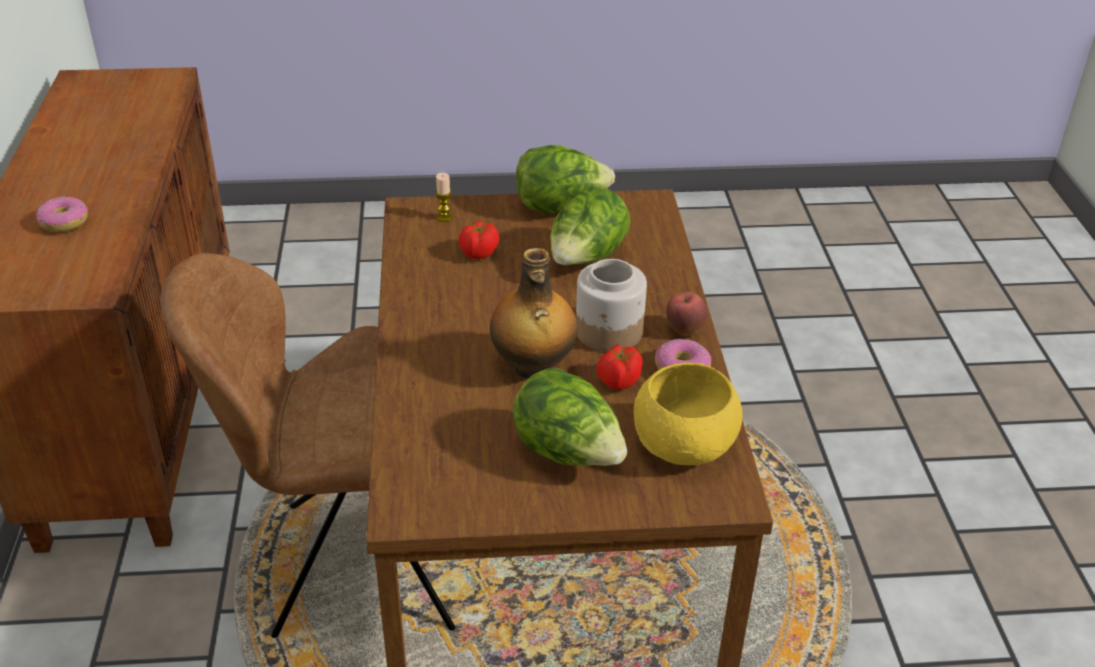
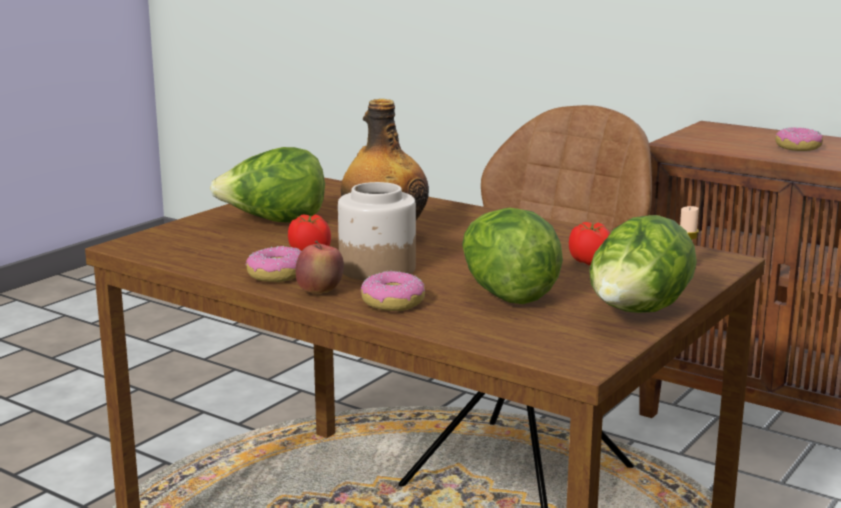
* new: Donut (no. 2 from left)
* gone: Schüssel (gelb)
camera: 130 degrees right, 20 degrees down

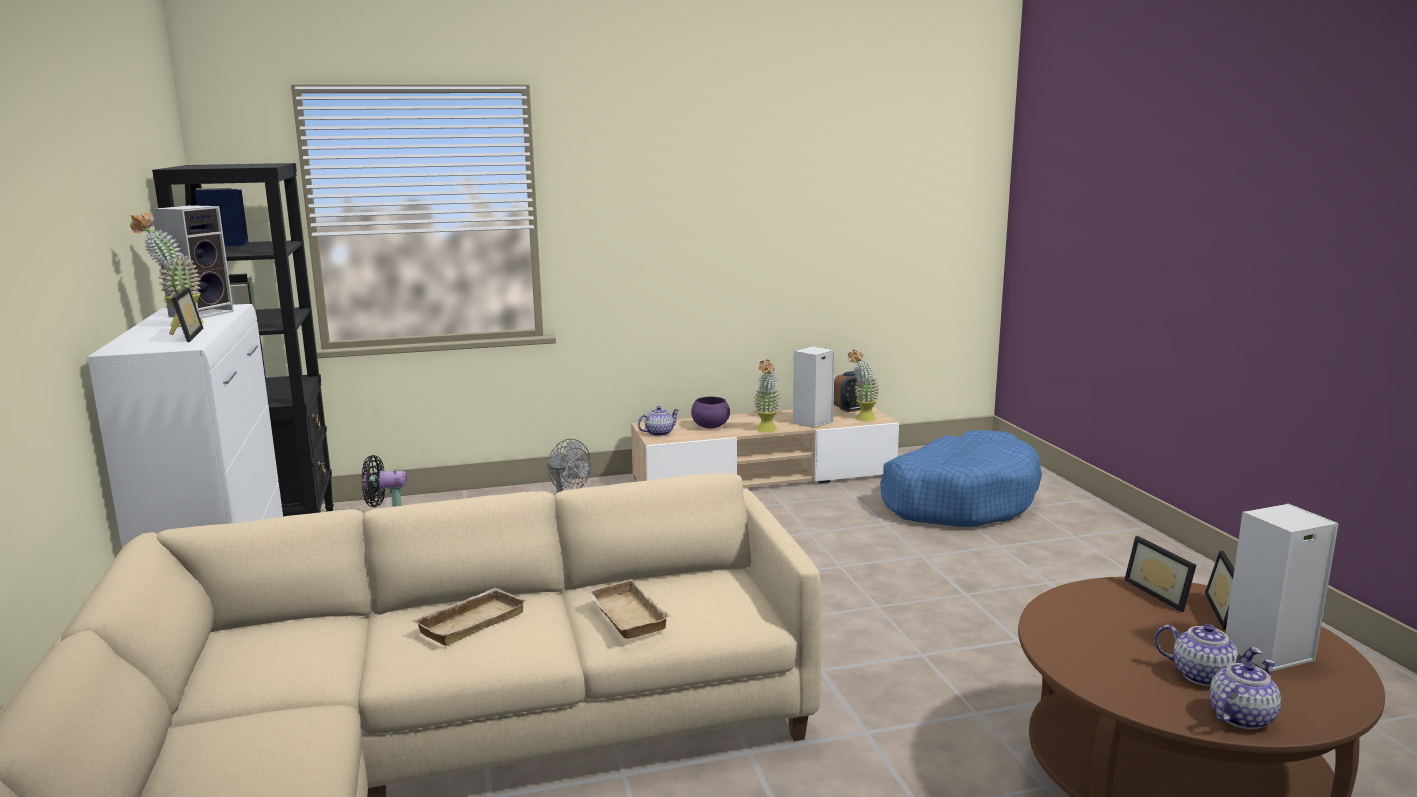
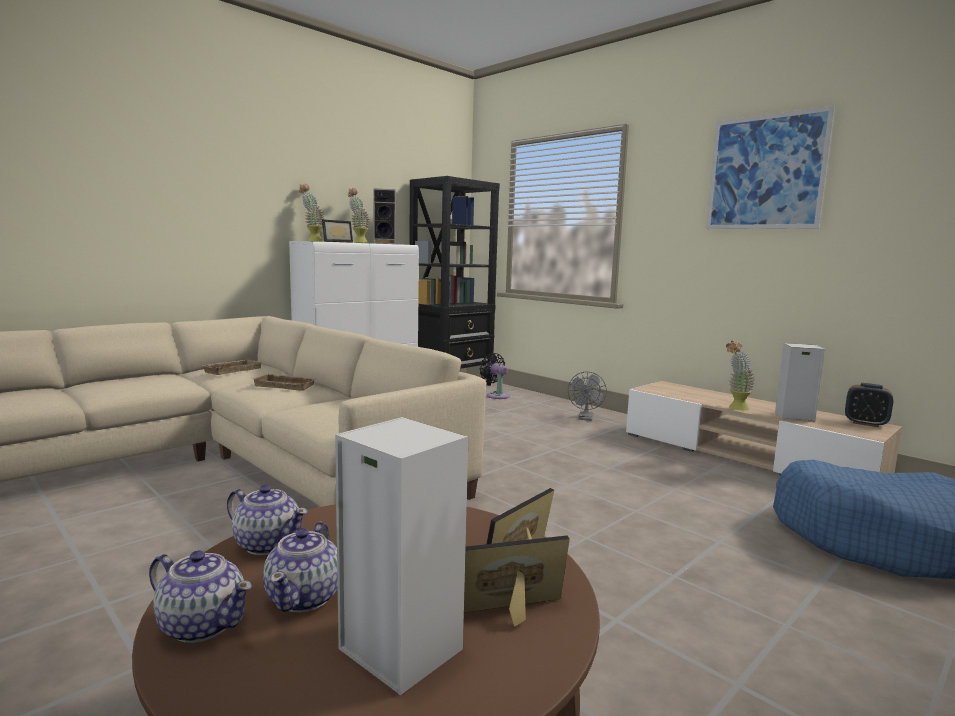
* shifted: Tablett (beige) (no. 2 from left in the first image) to Tablett (beige) (no. 1 from left)
* shifted: Teekanne (no. 1 from left in the first image) to Teekanne (no. 2 from left)
* shifted: Topfpflanze (no. 3 from left in the first image) to Topfpflanze (no. 1 from left)
* new: Bild
* gone: Schüssel (lila)
camera: 60 degrees right, 5 degrees down

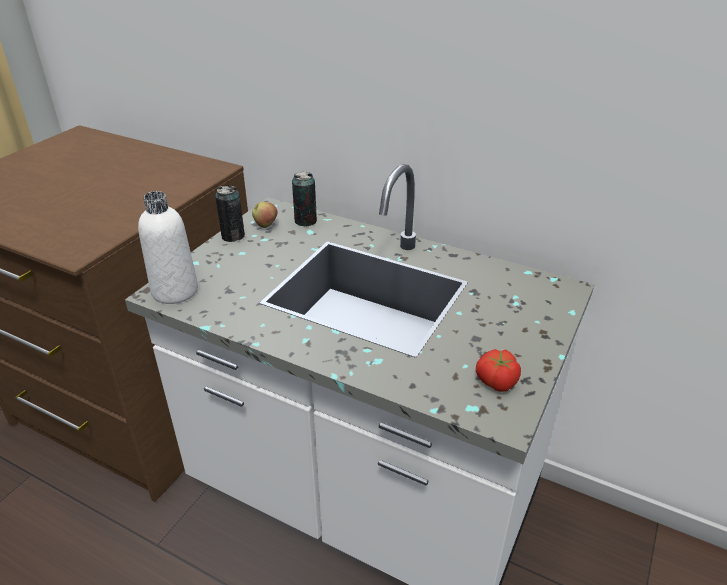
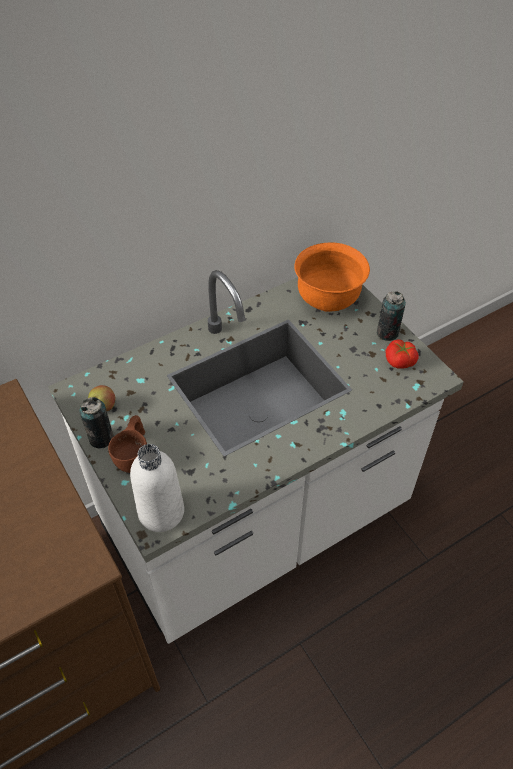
* new: Tasse (braun)
* new: Schüssel (orange)
* shifted: Dose (no. 2 from left)
camera: 60 degrees left, 15 degrees up

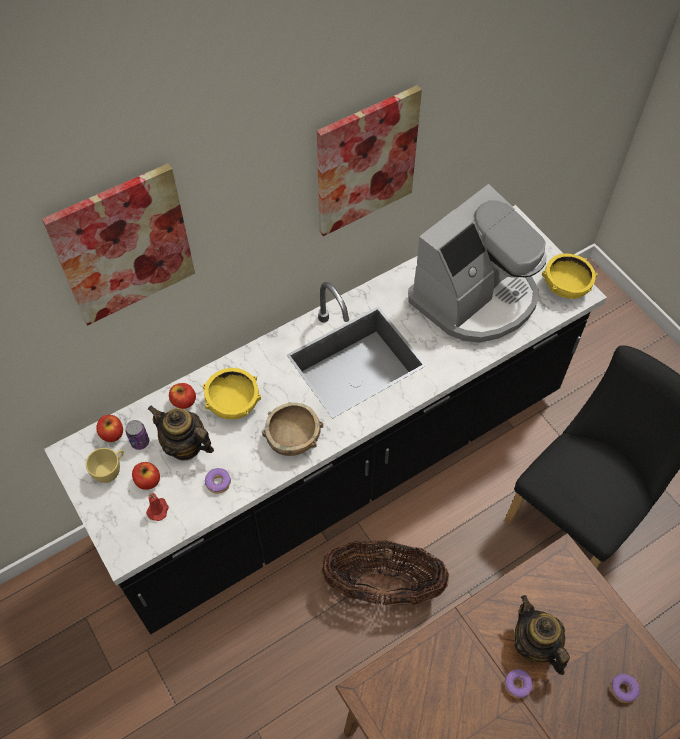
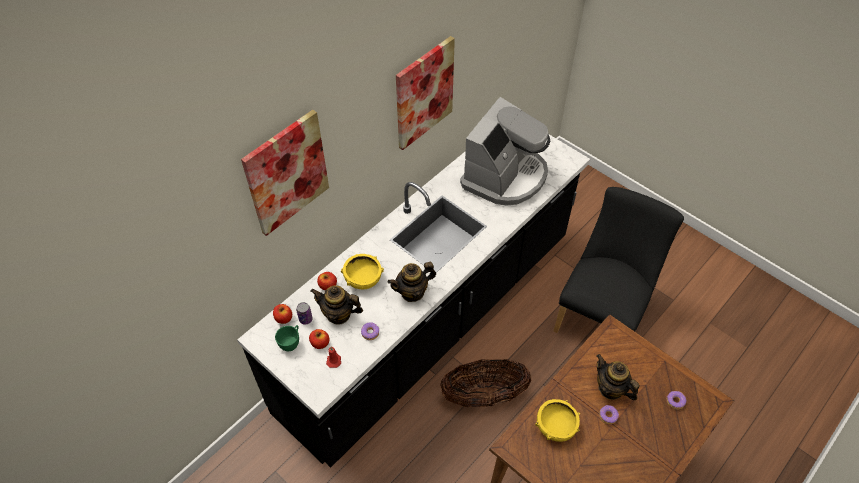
* repainted: Tasse (gelb) to Tasse (grün)
* swapped: Schüssel (braun) to Teekanne (no. 2 from left)
* shifted: Schüssel (gelb) (no. 2 from left)
camera: 15 degrees left, 5 degrees down

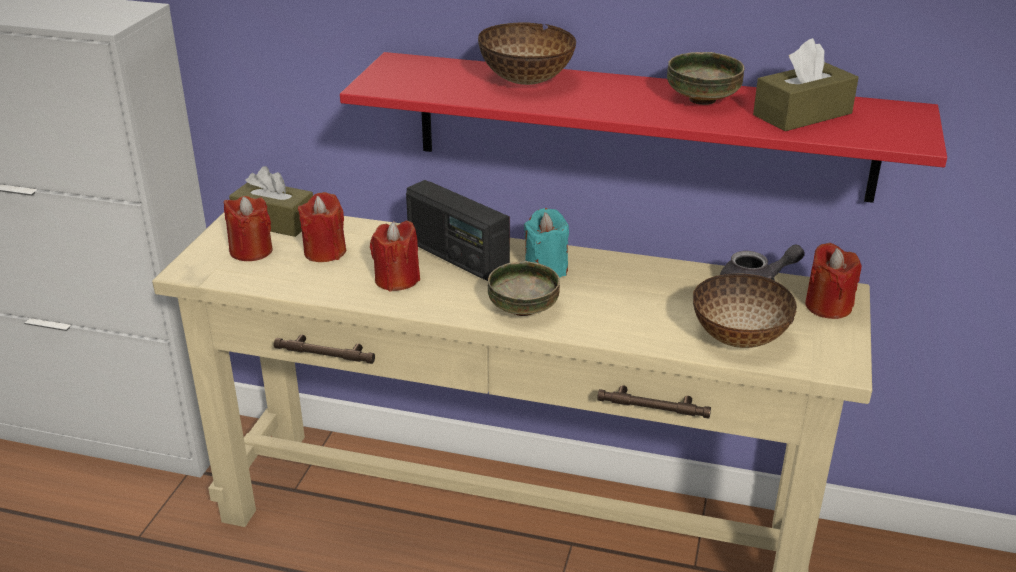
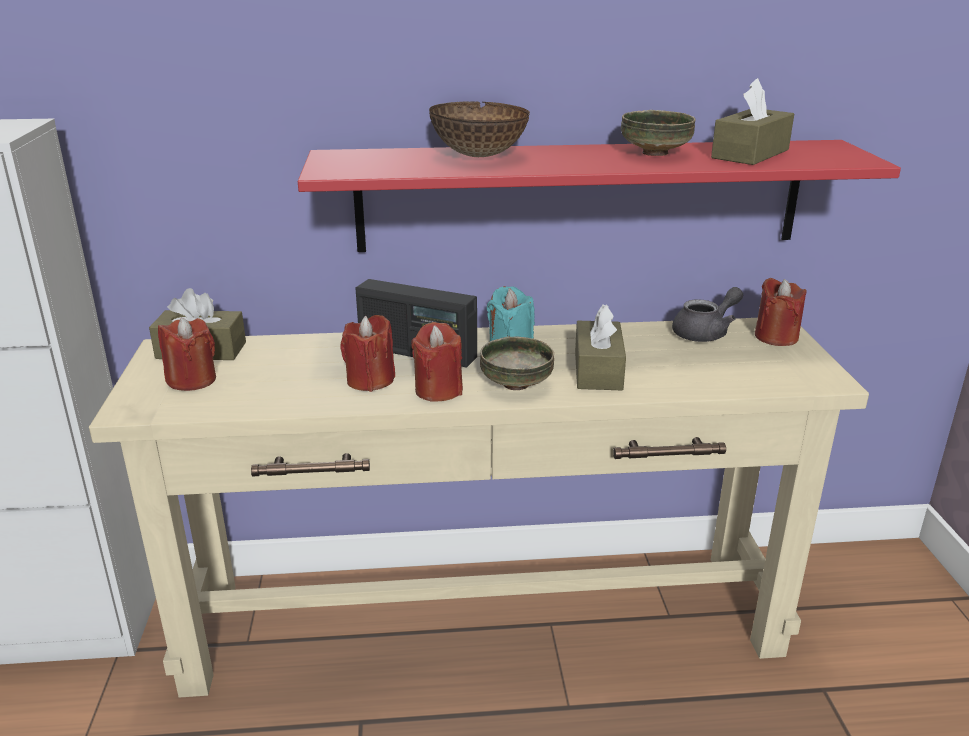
* shifted: Kerze (rot) (no. 2 from left in the first image) to Kerze (rot) (no. 3 from left)
* new: Taschentuchbox (braun) (no. 2 from left)
* gone: Schüssel (no. 4 from left)
camera: 20 degrees left, 5 degrees down

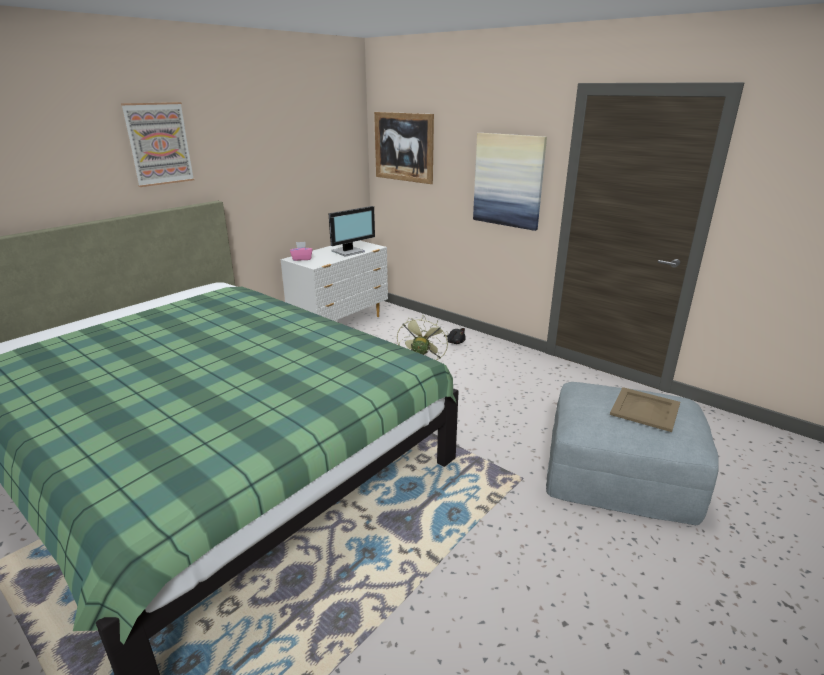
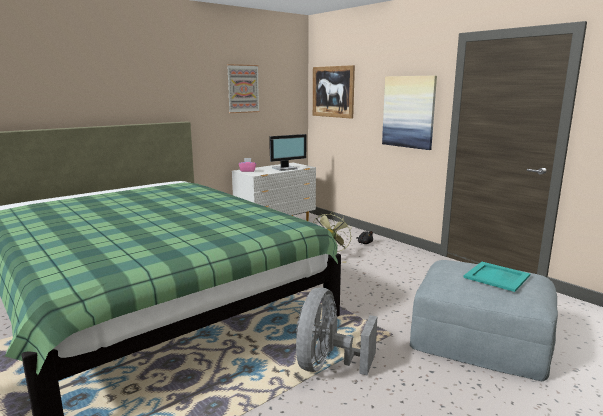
* shifted: Bild (no. 1 from left)
* new: Ventilator (grau)
* repainted: Tablett (beige) to Tablett (türkis)
camera: 10 degrees right, 10 degrees down

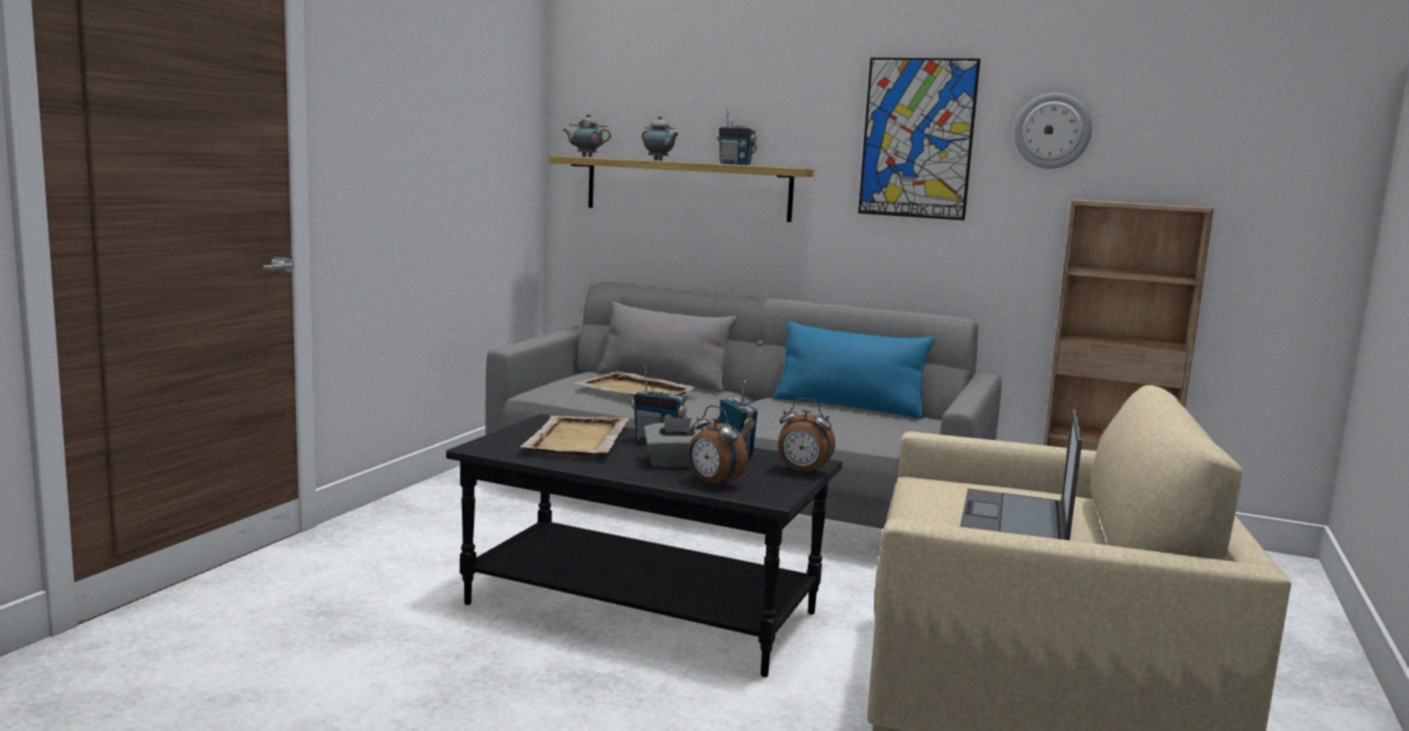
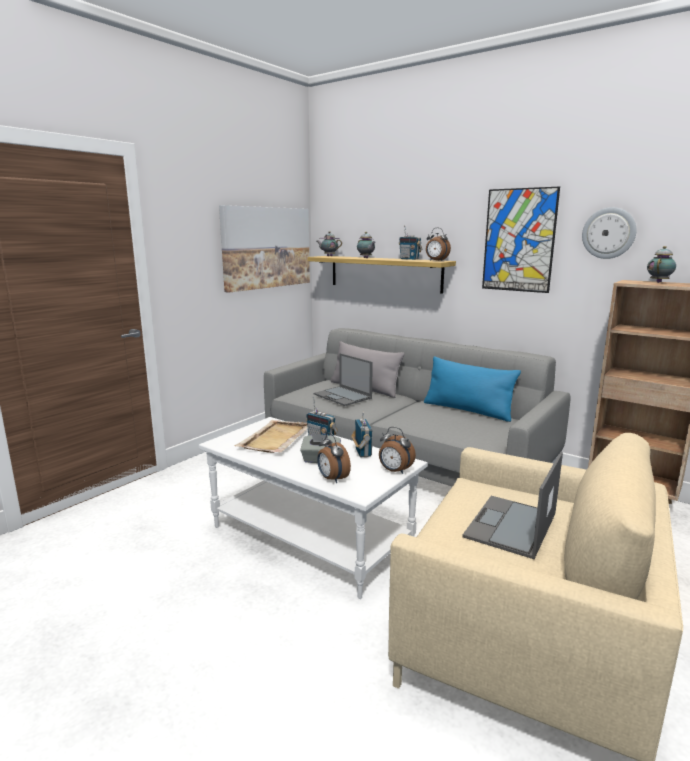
* repainted: Couchtisch (schwarz) to Couchtisch (weiß)
* new: Bild (no. 1 from left)
* swapped: Tablett (beige) (no. 2 from left) to Laptop (no. 1 from left)
* new: Wecker (no. 3 from left)
* new: Teekanne (no. 3 from left)
camera: 15 degrees right, 5 degrees up

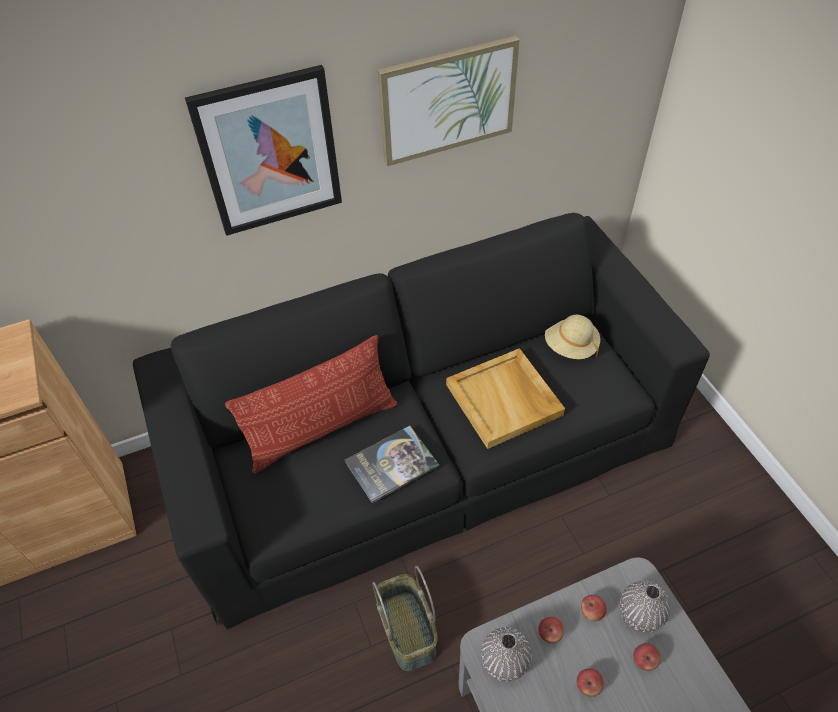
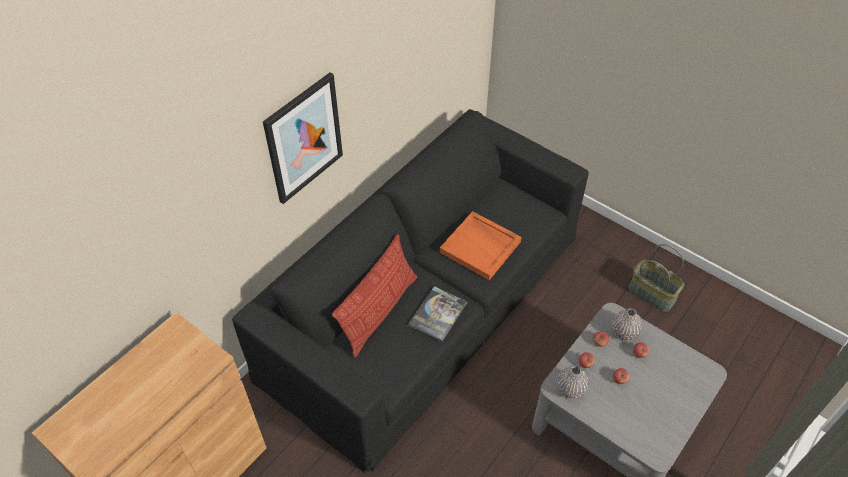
* repainted: Tablett (beige) to Tablett (orange)
* shifted: Korb
* gone: Bild (no. 2 from left)
* gone: Hut (beige)
camera: 30 degrees left, 0 degrees up

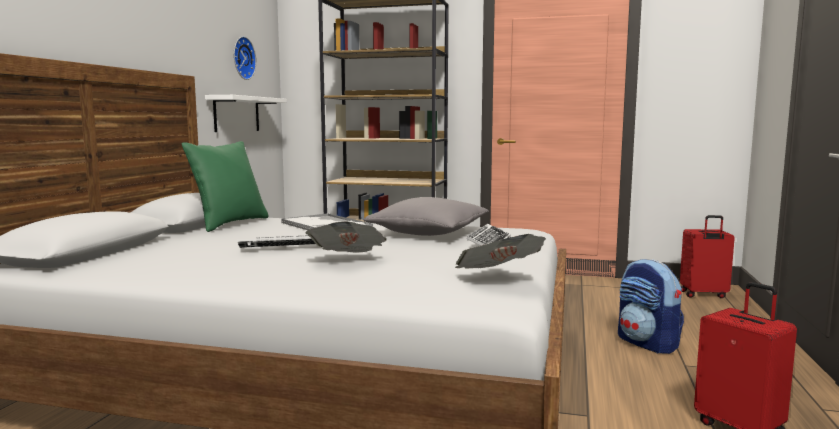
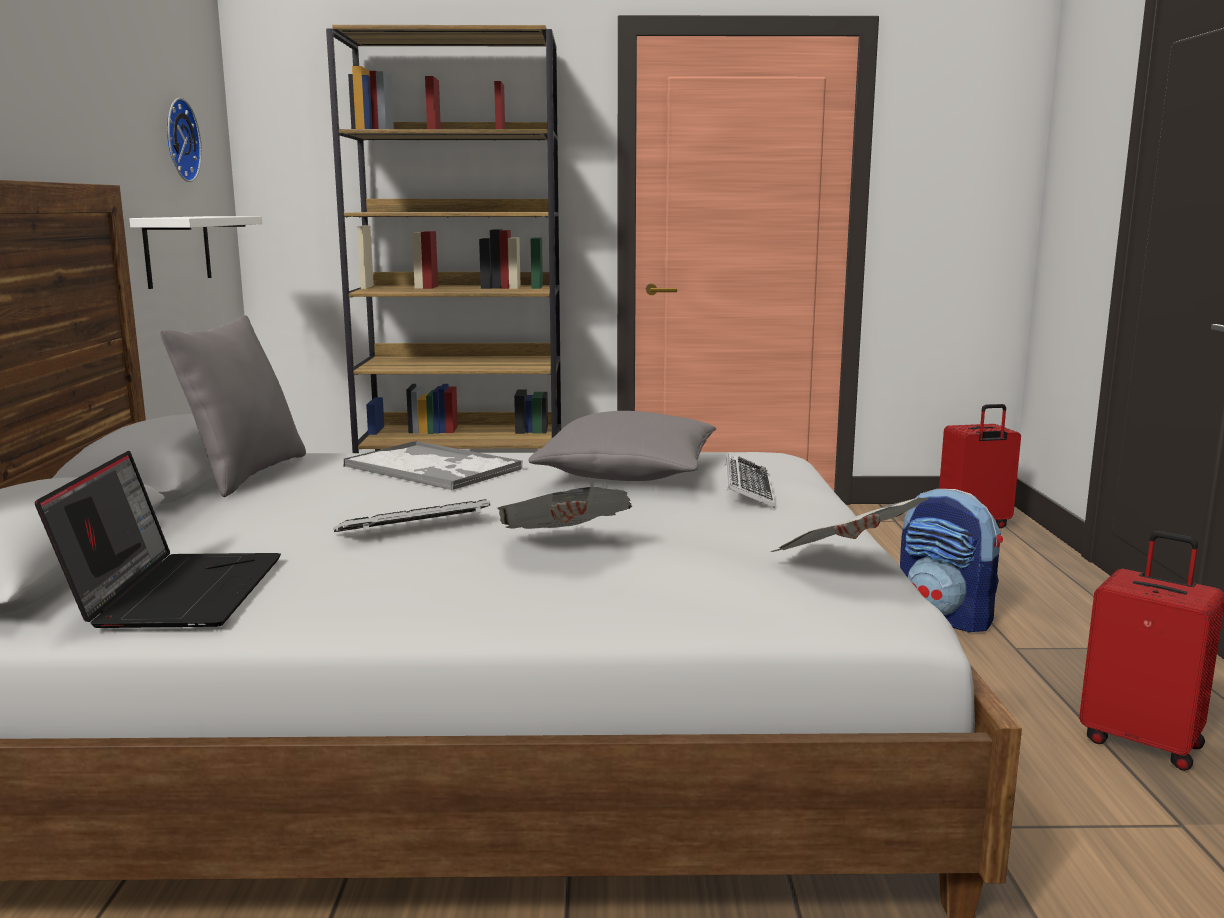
* new: Laptop
* repainted: Kissen (grün) to Kissen (grau) (no. 1 from left)
camera: 15 degrees left, 5 degrees up

